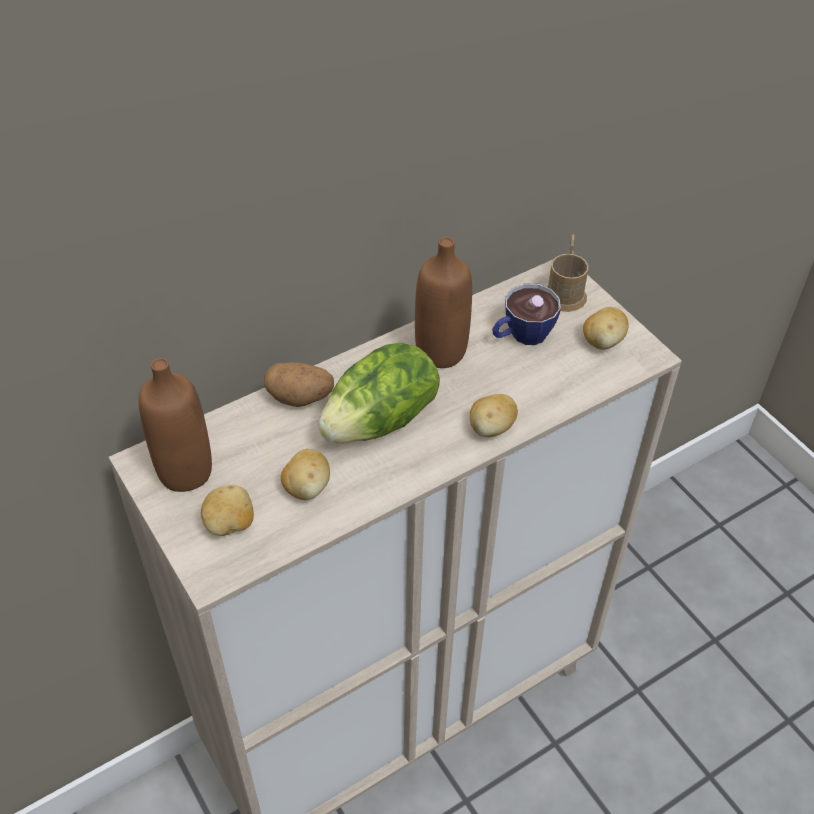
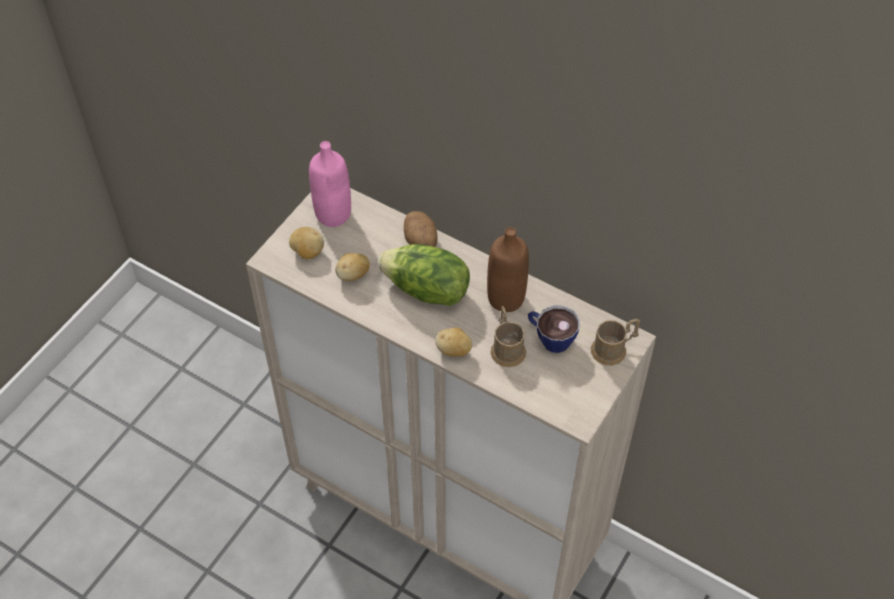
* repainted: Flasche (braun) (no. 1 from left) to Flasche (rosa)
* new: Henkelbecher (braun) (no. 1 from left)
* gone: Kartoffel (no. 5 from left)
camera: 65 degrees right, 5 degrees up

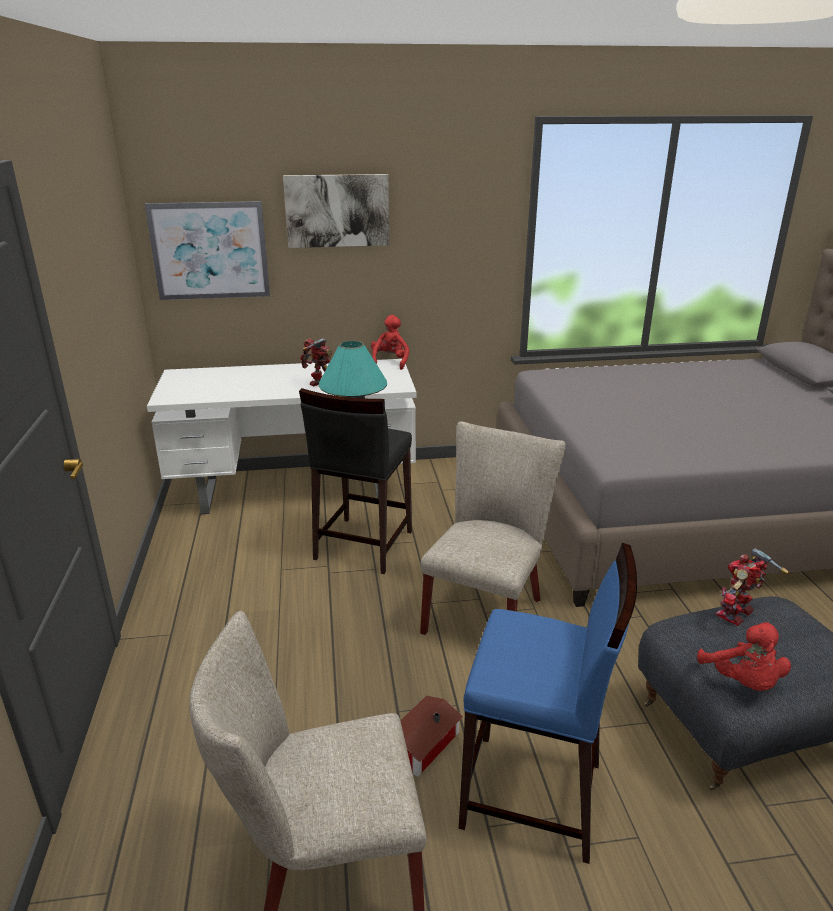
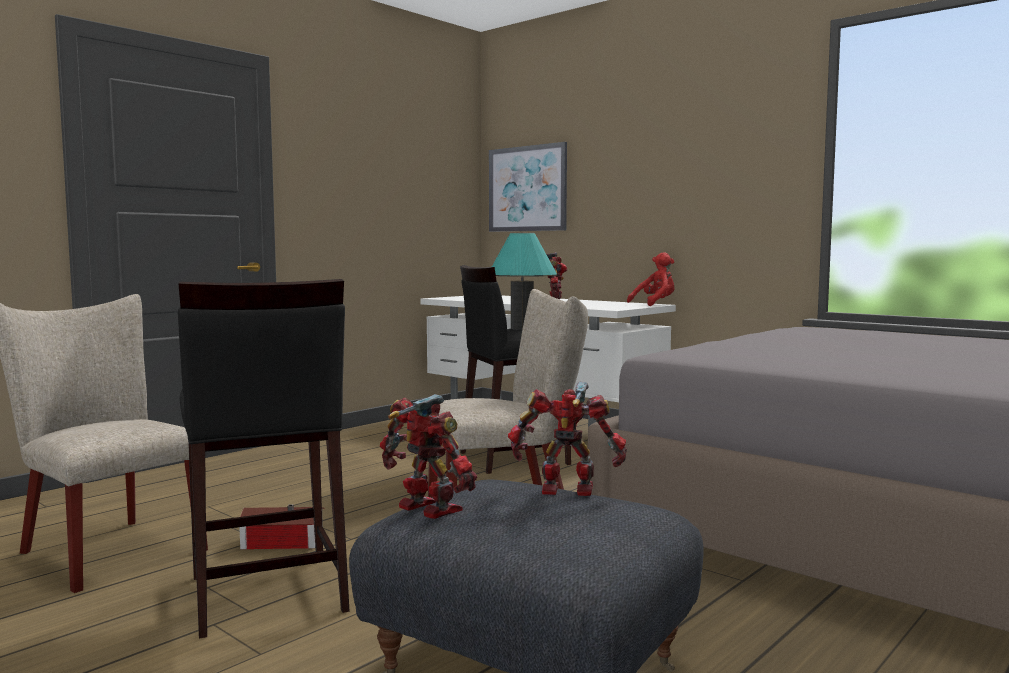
* repainted: Hocker (blau) to Hocker (schwarz) (no. 1 from left)
* swapped: Plüschtier (rot) (no. 2 from left) to Spielzeugroboter (no. 1 from left)
* gone: Bild (no. 2 from left)
camera: 50 degrees right, 20 degrees down

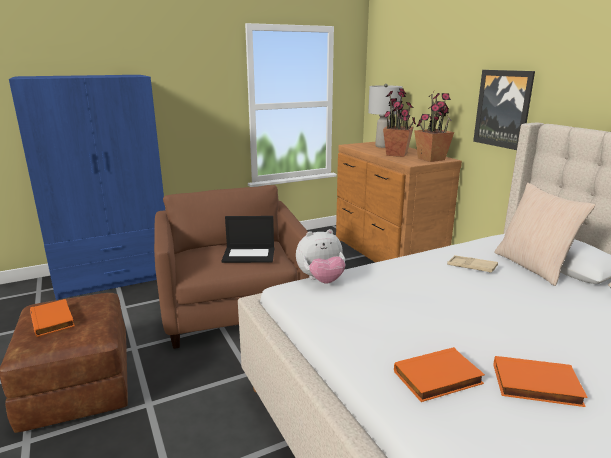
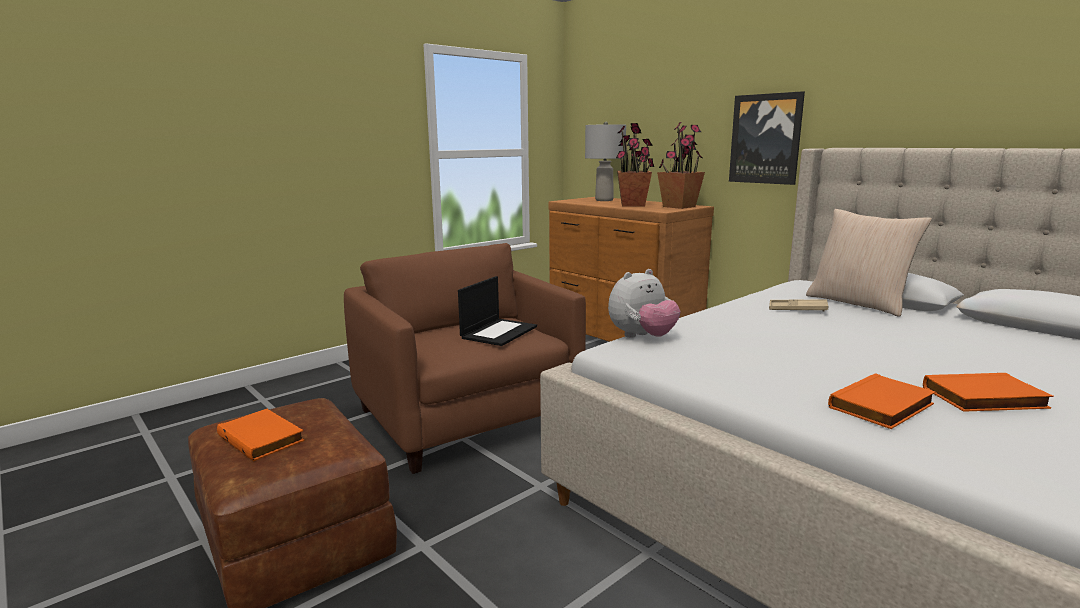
* rotated: Laptop 45 degrees counterclockwise
* gone: Kleiderschrank (blau)
camera: 15 degrees left, 5 degrees down

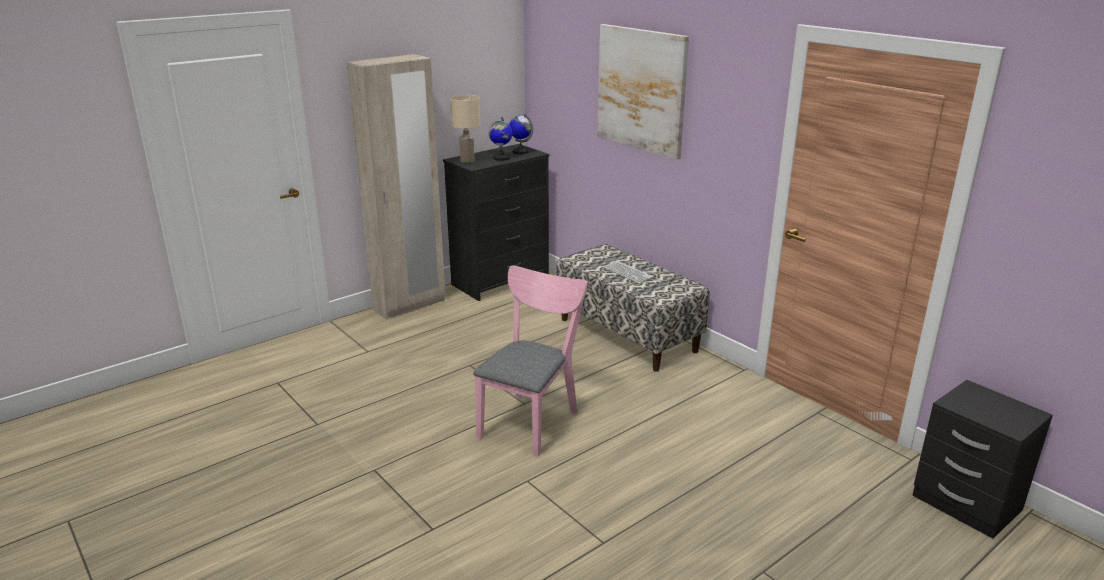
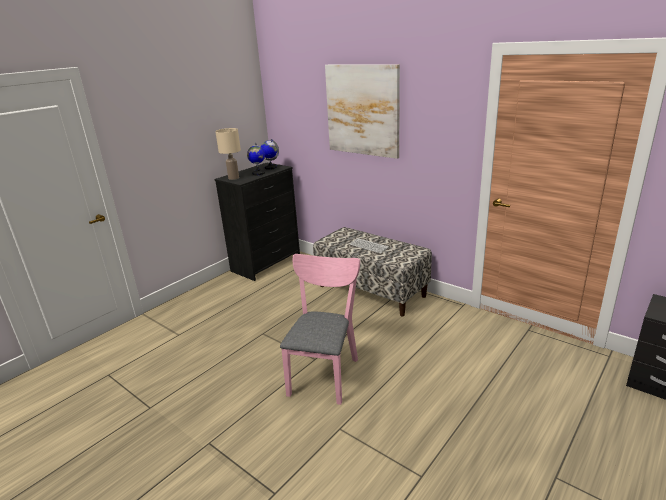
* gone: Kleiderschrank (beige)
camera: 10 degrees left, 0 degrees up

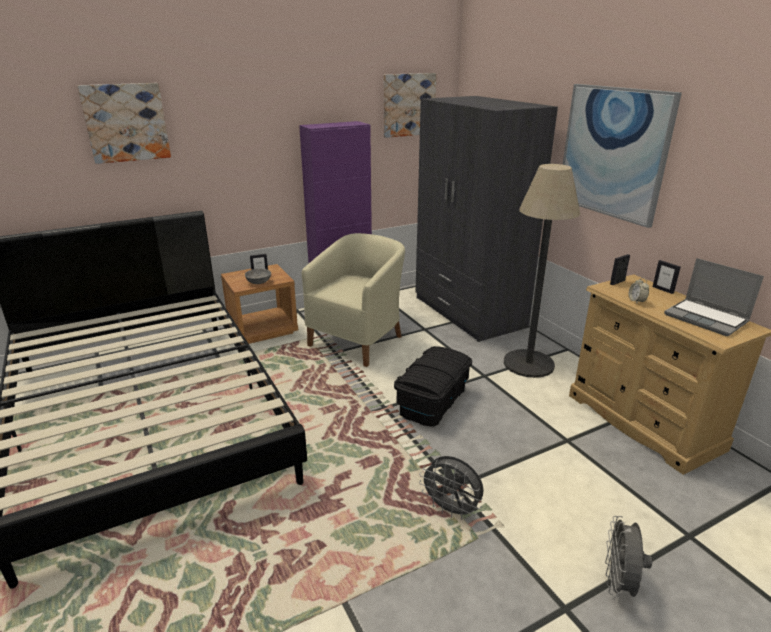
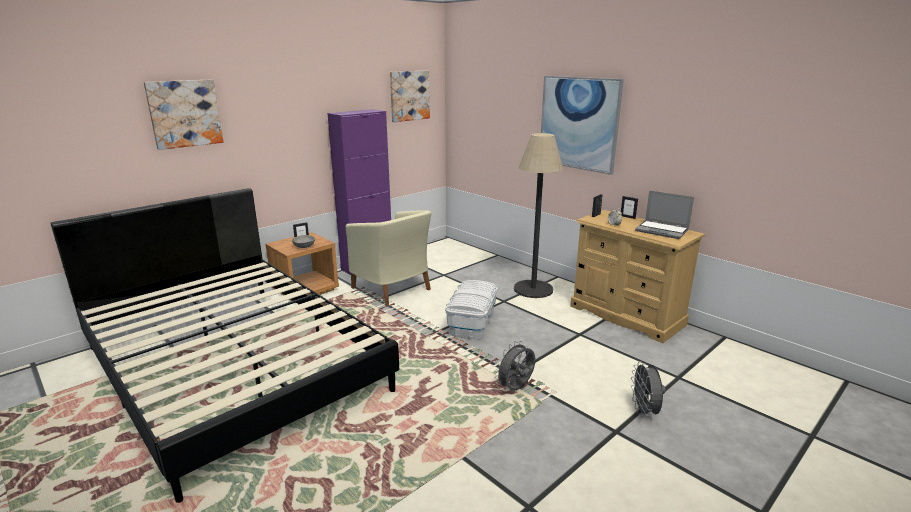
* rotated: Sessel (beige) 120 degrees clockwise
* repainted: Aufbewahrungsbox (schwarz) to Aufbewahrungsbox (weiß)
* rotated: Ventilator (grau) (no. 1 from left) 120 degrees clockwise
* gone: Kleiderschrank (grau)
camera: 15 degrees left, 5 degrees down

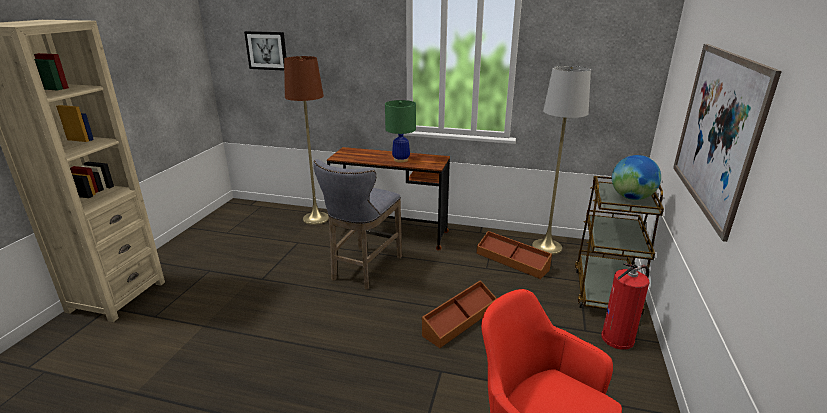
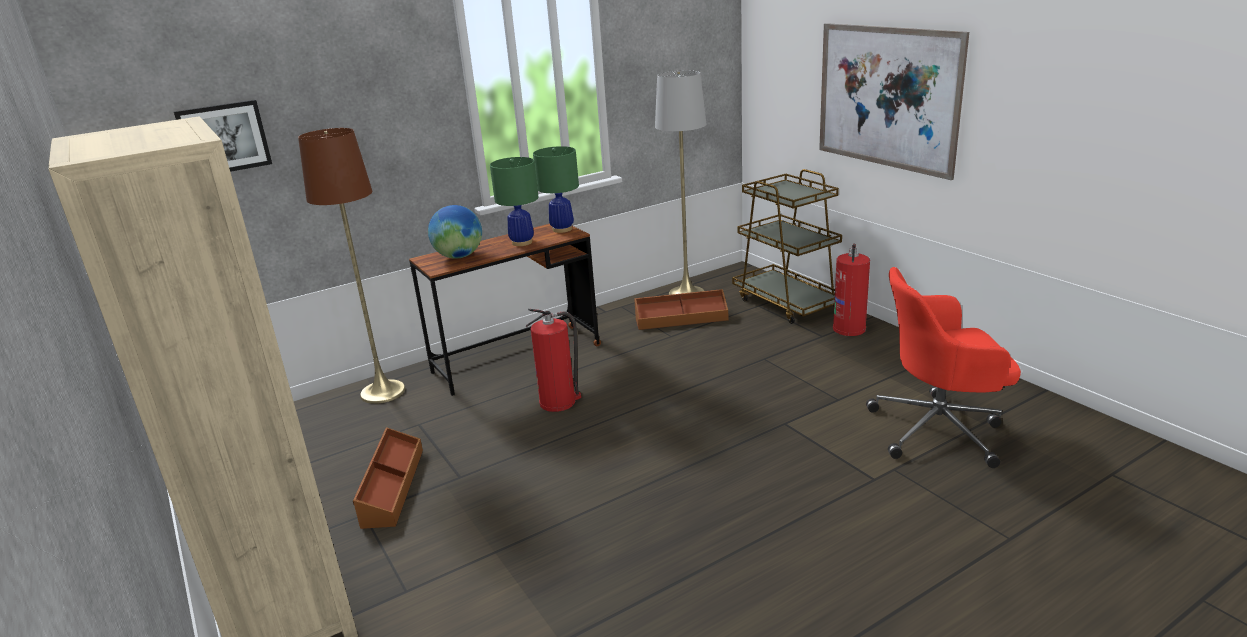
* shifted: Aufbewahrungsbox (braun) (no. 1 from left)
* shifted: Globus
* swapped: Hocker (grau) to Feuerlöscher (no. 1 from left)
* new: Tischlampe (grün) (no. 2 from left)
camera: 45 degrees left, 0 degrees up

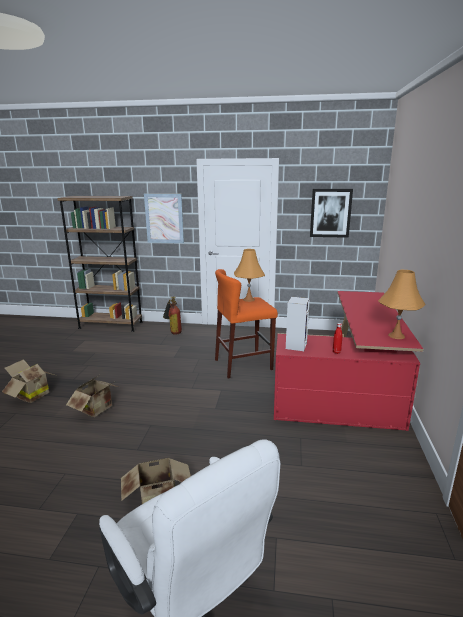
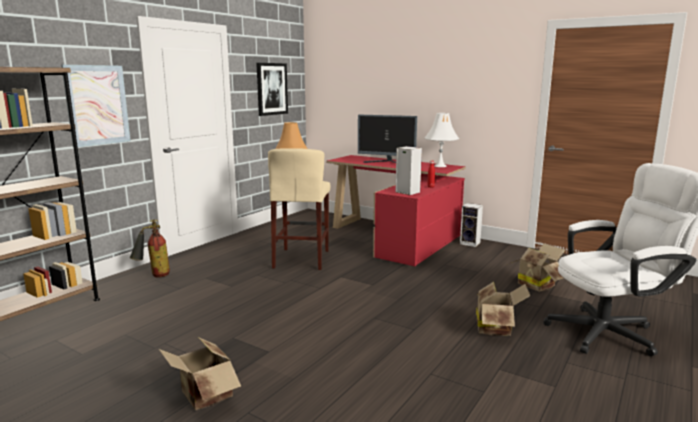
* repainted: Hocker (orange) to Hocker (beige)
* new: Monitor
* repainted: Tischlampe (orange) (no. 2 from left) to Tischlampe (weiß)
* new: Lautsprecher (no. 2 from left)
* shifted: Karton (no. 2 from left in the first image) to Karton (no. 3 from left)
camera: 65 degrees left, 5 degrees down

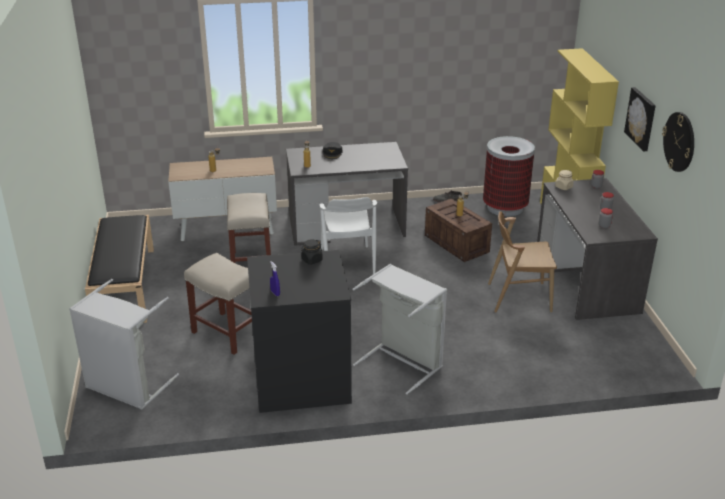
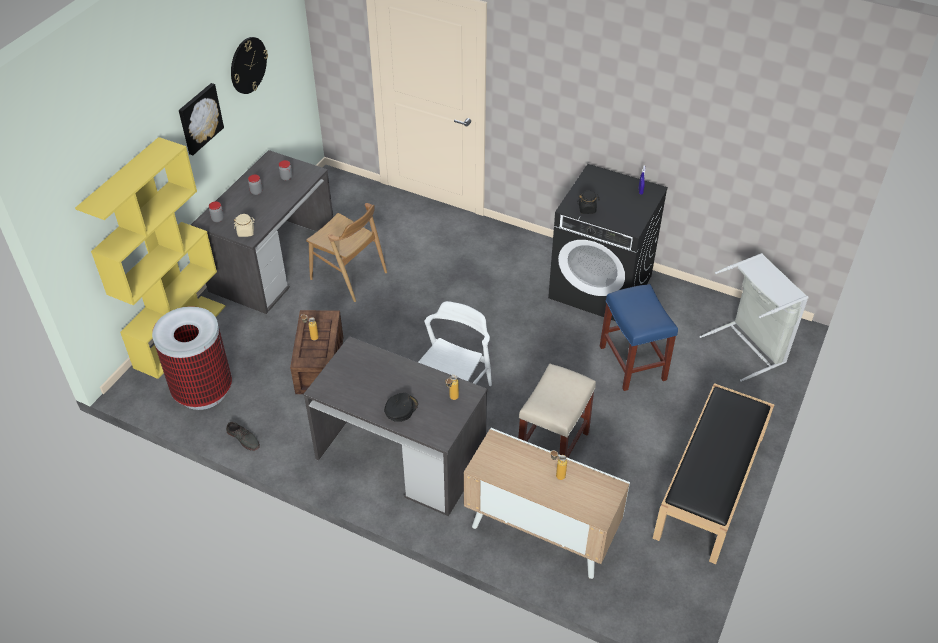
* repainted: Hocker (beige) (no. 1 from left) to Hocker (blau)
* gone: Wäschekorb (grau) (no. 2 from left)
camera: 145 degrees left, 15 degrees up

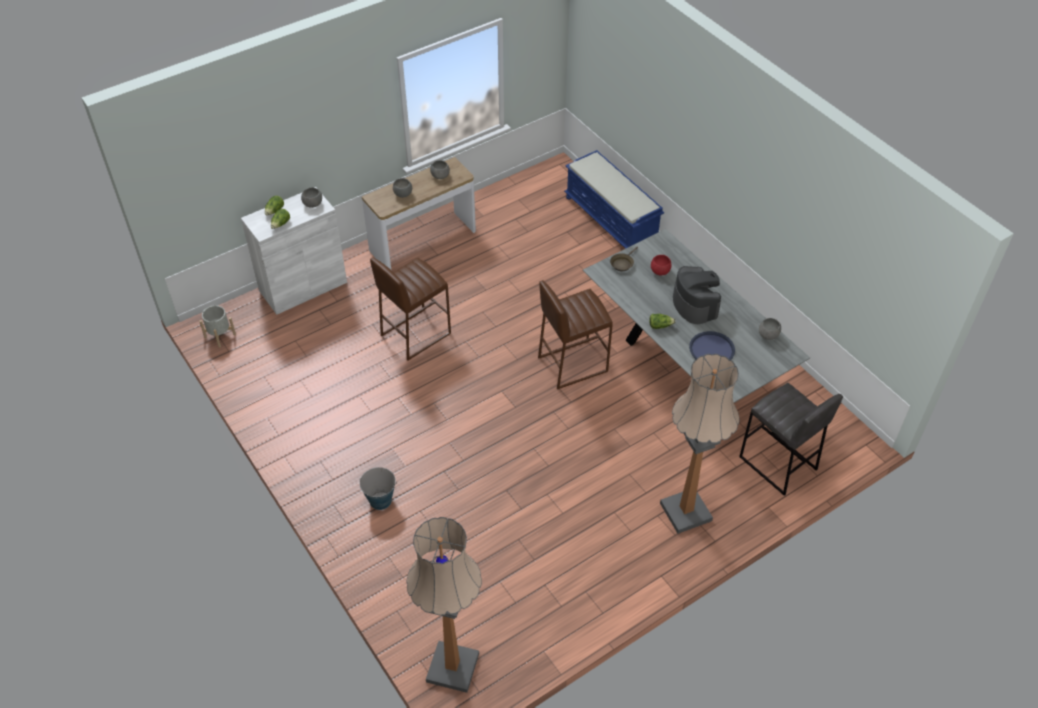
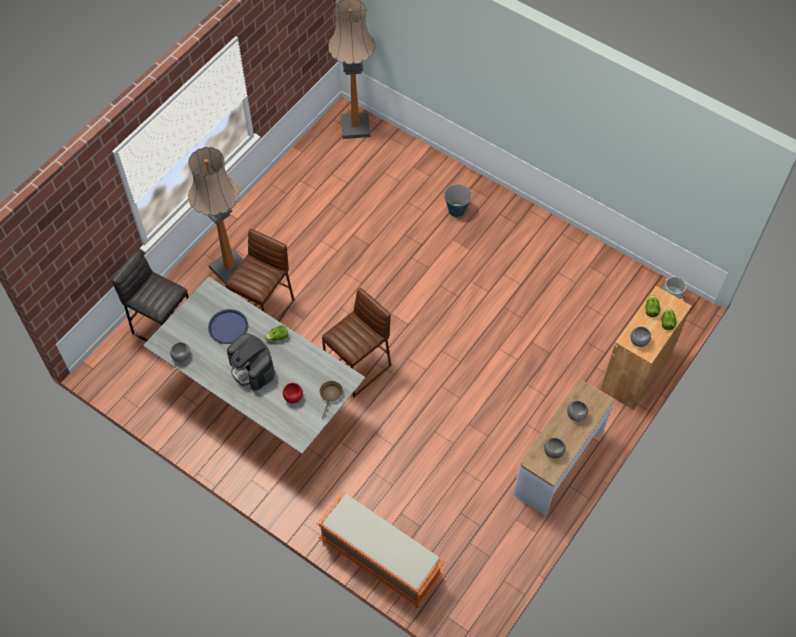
* shifted: Hocker (braun) (no. 1 from left)
* repainted: Bank (blau) to Bank (orange)
* repainted: Schrank (weiß) to Schrank (braun)
camera: 160 degrees right, 10 degrees up

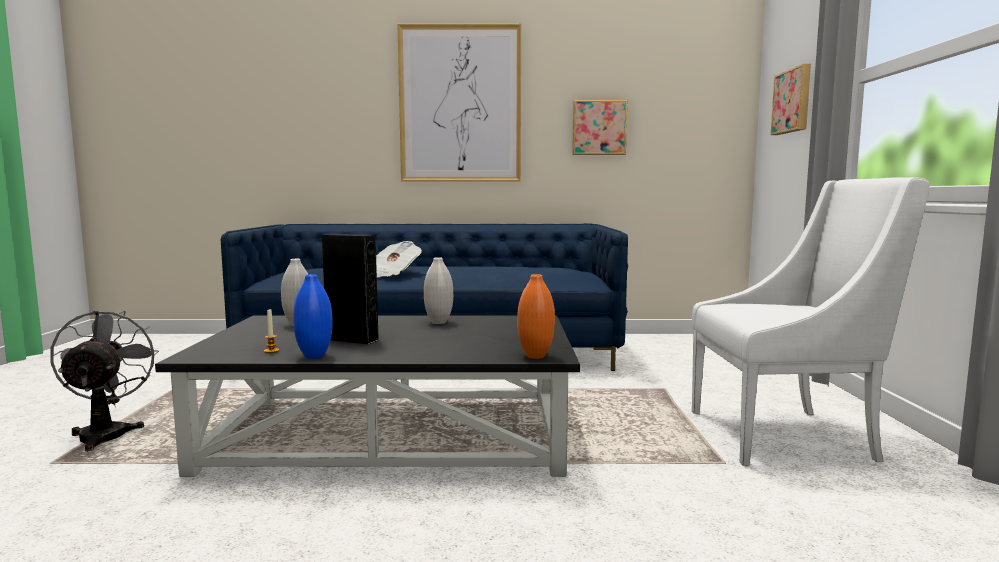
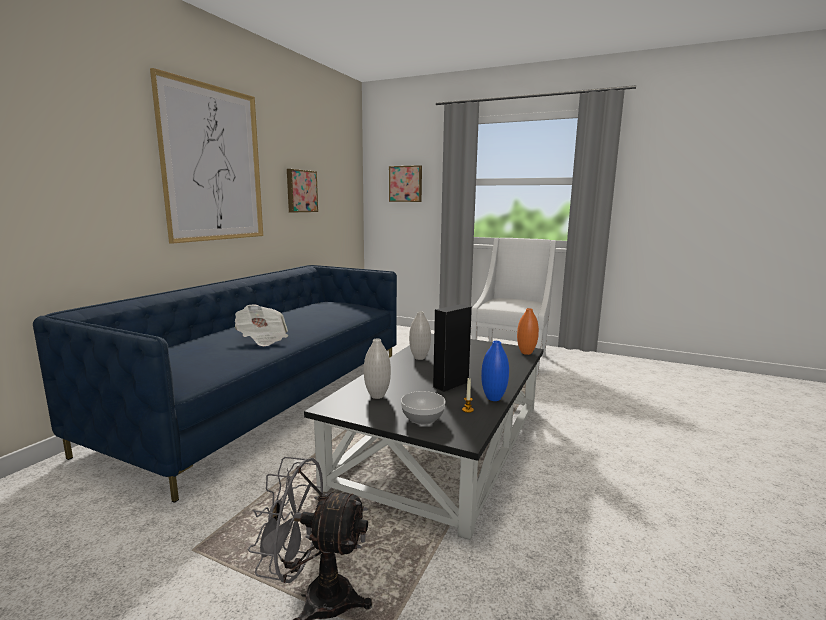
* new: Schüssel
camera: 65 degrees left, 5 degrees up

